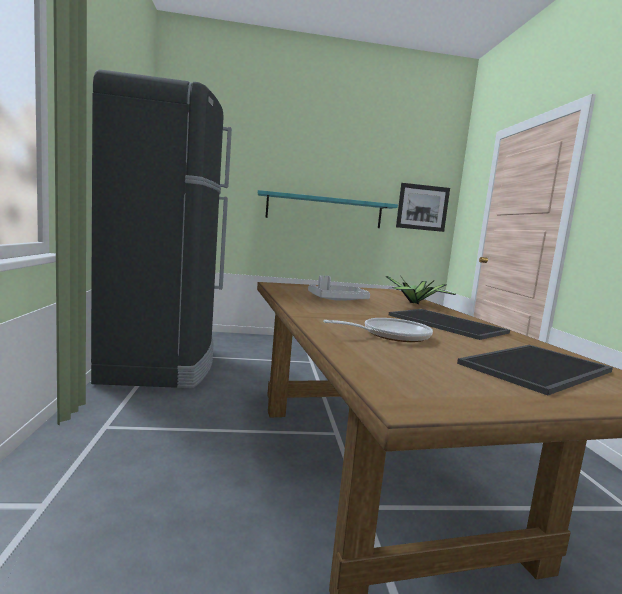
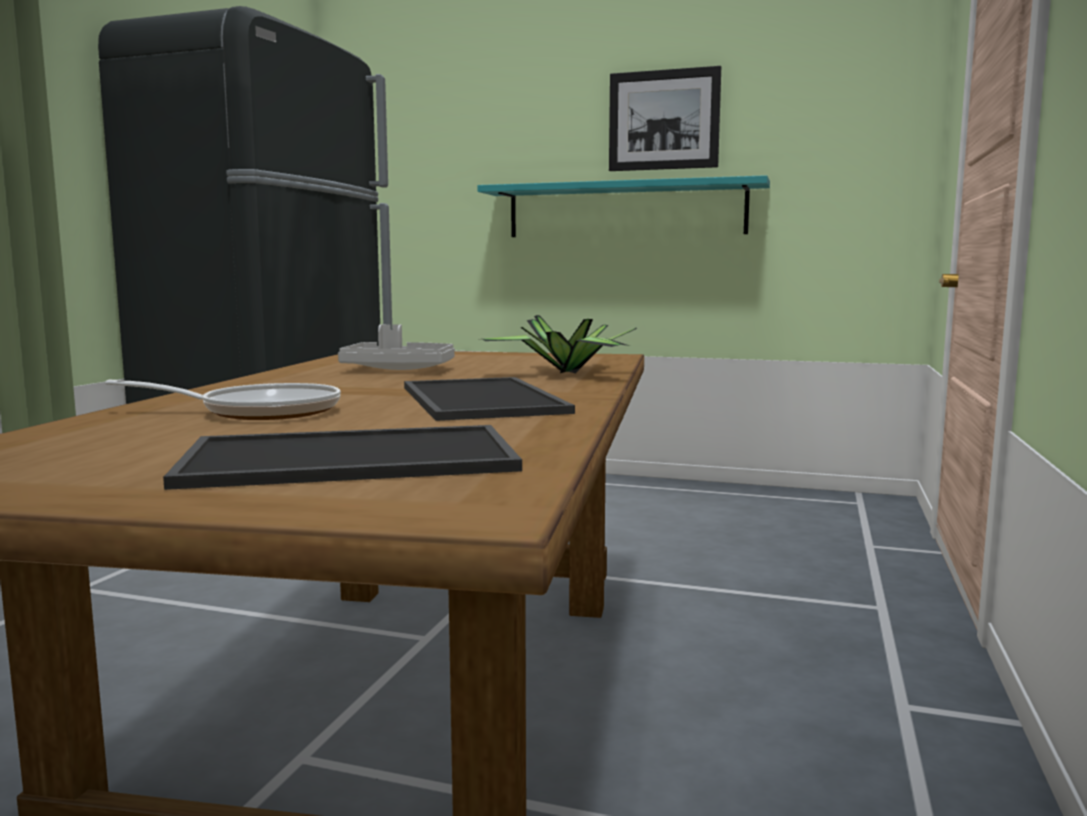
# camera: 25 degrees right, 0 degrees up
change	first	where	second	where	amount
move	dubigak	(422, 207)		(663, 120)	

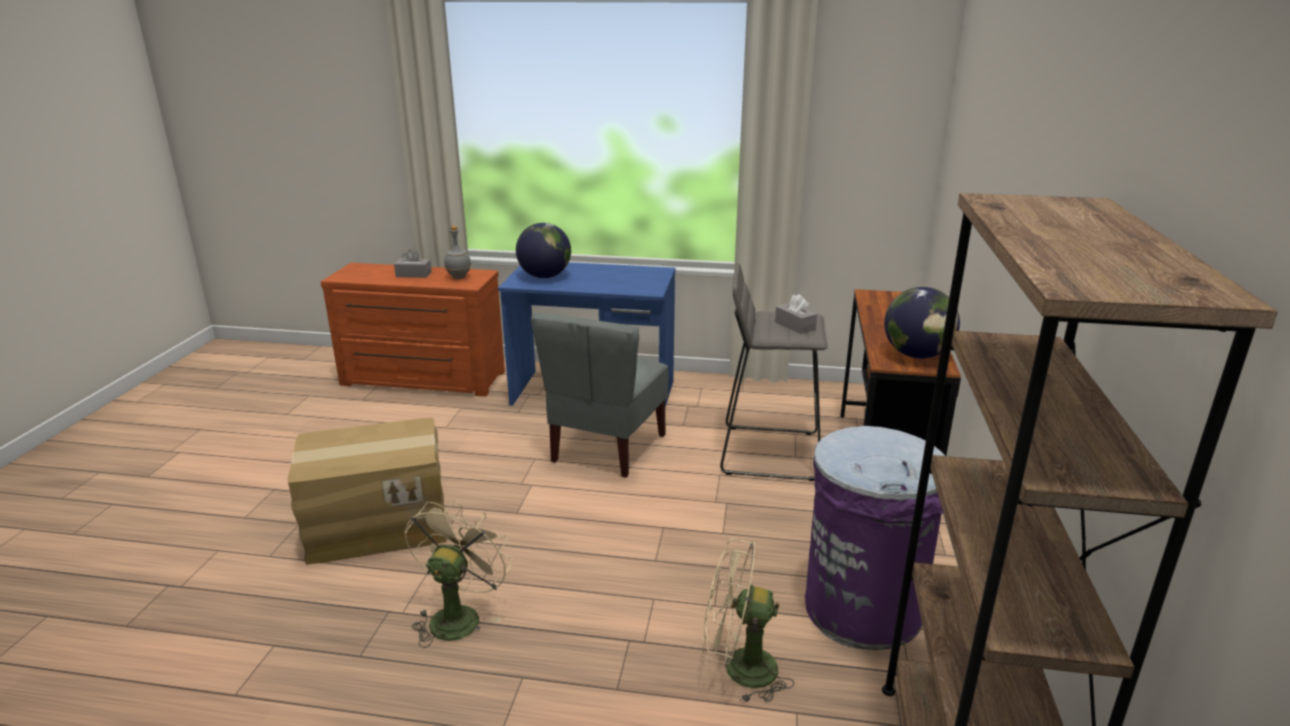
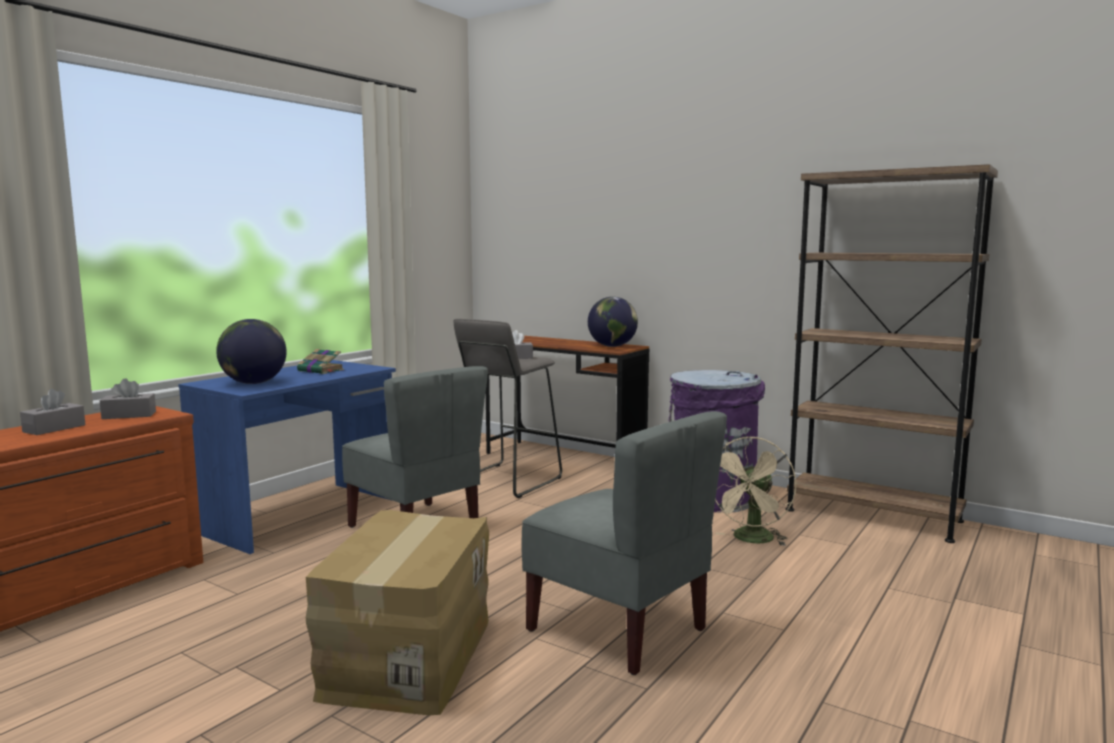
# camera: 65 degrees left, 15 degrees down
change	first	where	second	where	amount
insert			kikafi	(321, 370)	
replace	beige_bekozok	(458, 615)	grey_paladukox	(619, 629)	
replace	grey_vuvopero	(459, 277)	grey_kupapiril	(129, 415)	

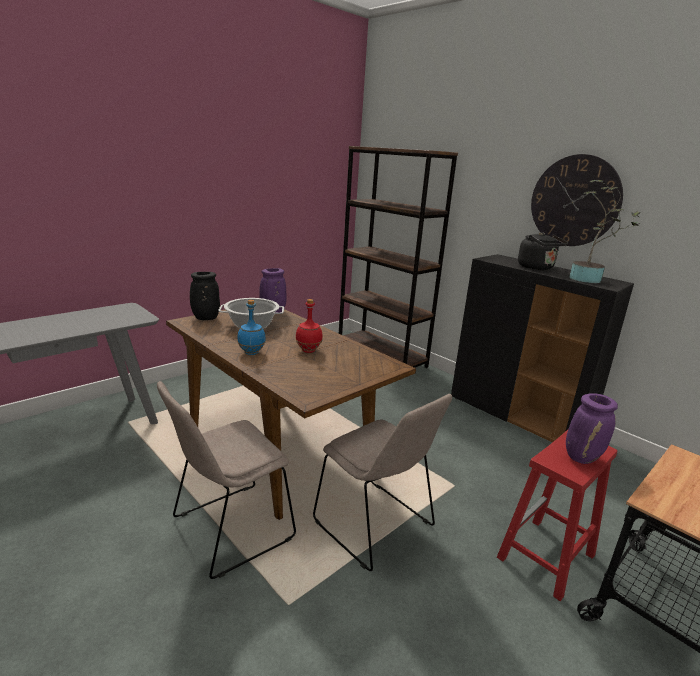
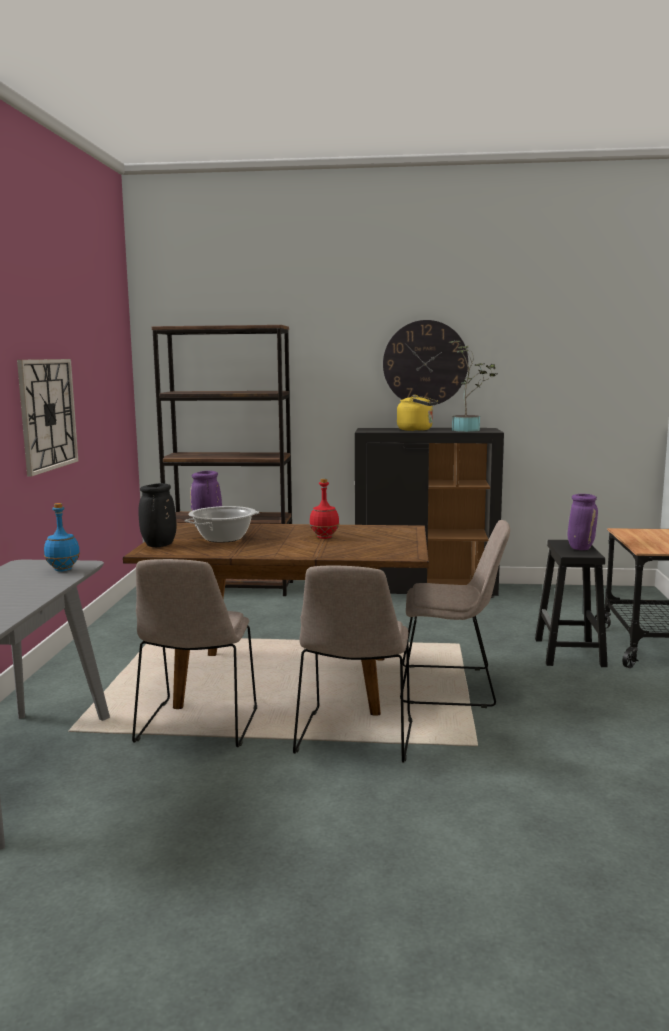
# camera: 40 degrees left, 10 degrees down
change	first	where	second	where	amount
insert			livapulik	(47, 414)	
insert			beige_paladukox	(197, 727)	
move	blue_vuvopero	(252, 353)		(63, 570)	
recolor	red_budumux	(546, 557)	black_budumux	(570, 653)	
recolor	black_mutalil	(537, 268)	yellow_mutalil	(417, 430)	

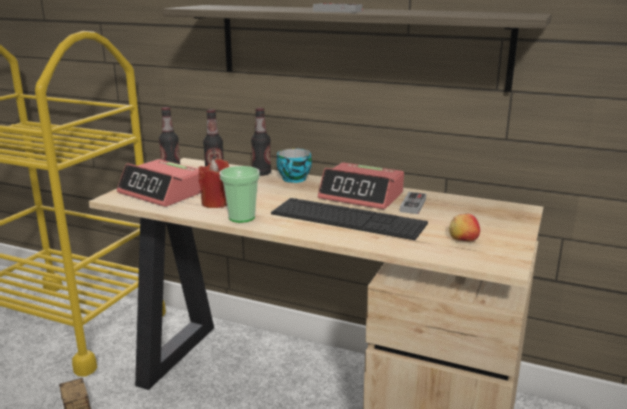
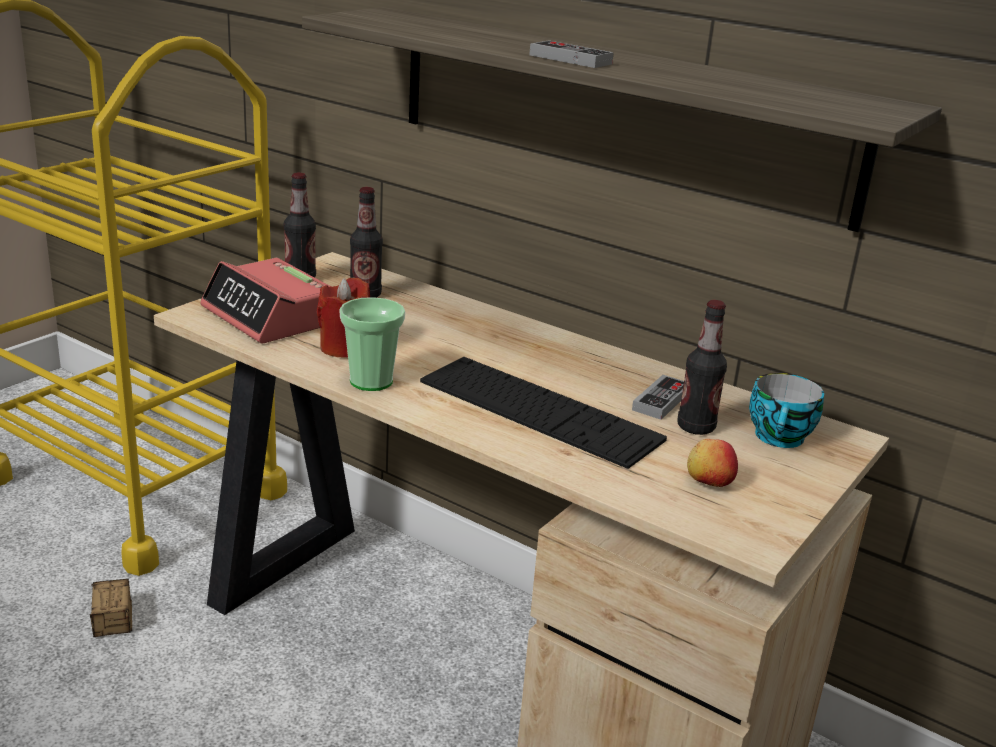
# camera: 10 degrees right, 5 degrees up
change	first	where	second	where	amount
delete	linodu	(361, 196)			
move	vuvopero	(261, 173)		(695, 427)	
move	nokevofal	(295, 179)		(781, 438)	

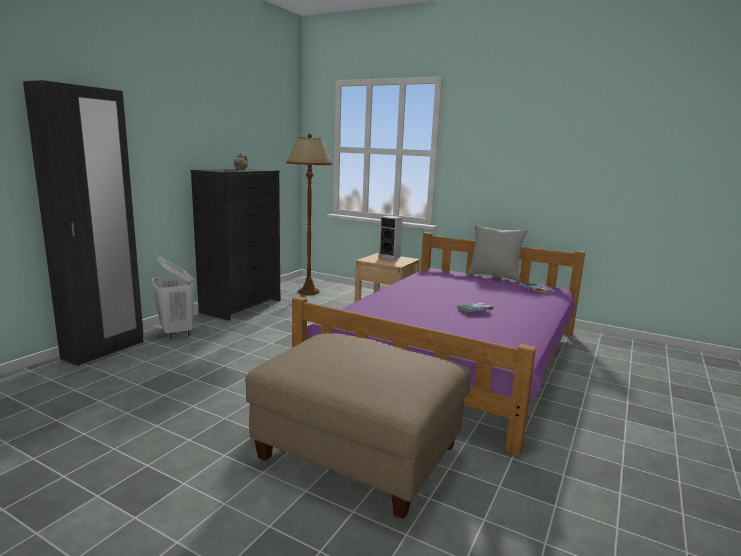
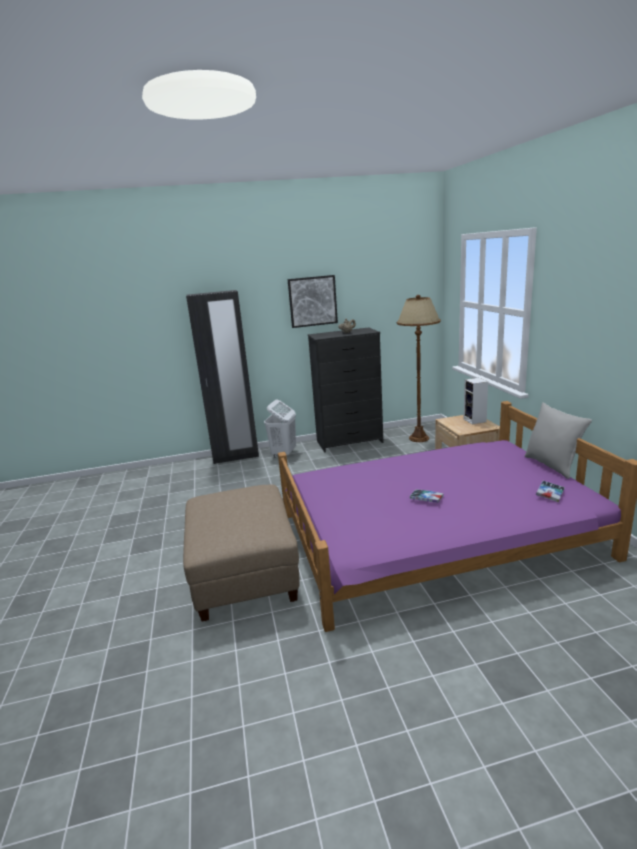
# camera: 50 degrees right, 5 degrees up
change	first	where	second	where	amount
insert			dubigak	(312, 301)	

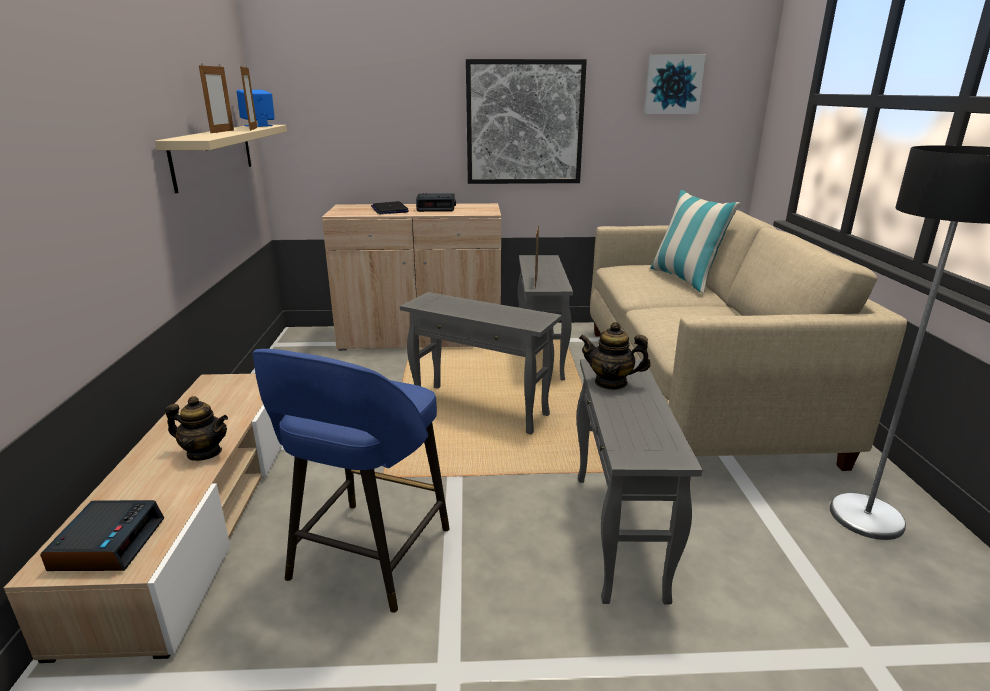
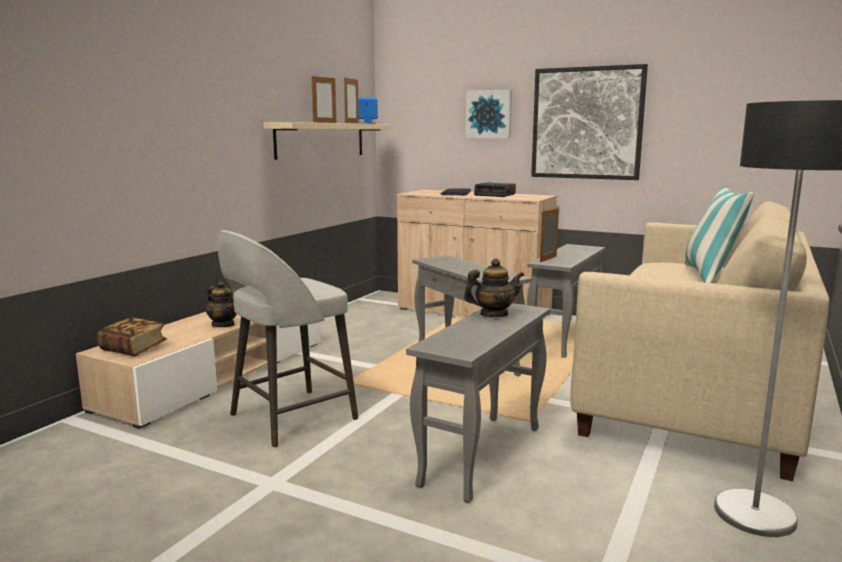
# camera: 30 degrees right, 10 degrees down
change	first	where	second	where	amount
move	dubigak	(673, 84)		(489, 114)	
replace	linodu	(108, 544)	kikafi	(133, 349)	
recolor	blue_budumux	(368, 556)	grey_budumux	(289, 418)	
rotate	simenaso	(611, 382)		(493, 314)	120 degrees clockwise

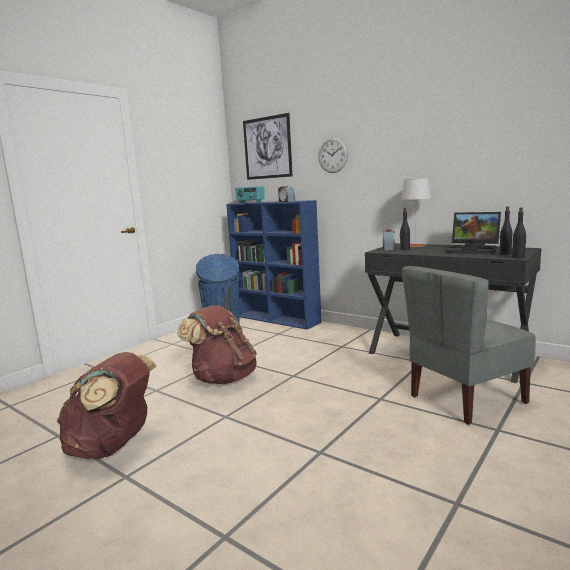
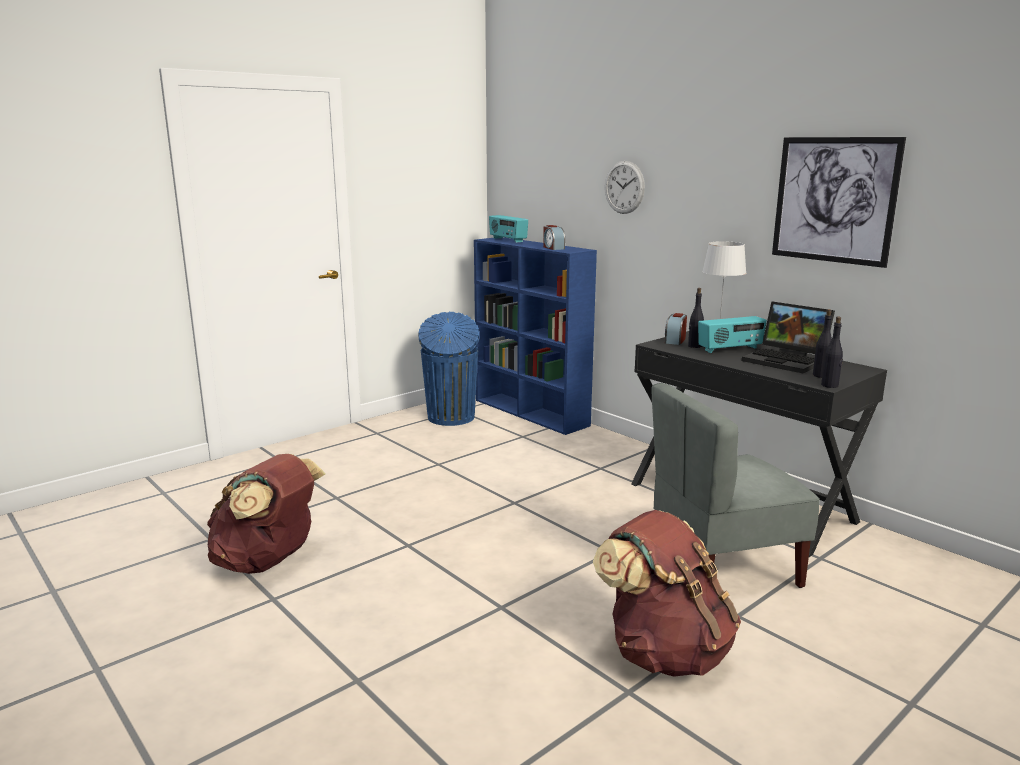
# camera: 10 degrees right, 5 degrees up
change	first	where	second	where	amount
insert			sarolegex	(730, 349)	
move	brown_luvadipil	(223, 378)		(664, 652)	
move	dubigak	(267, 148)		(834, 200)	

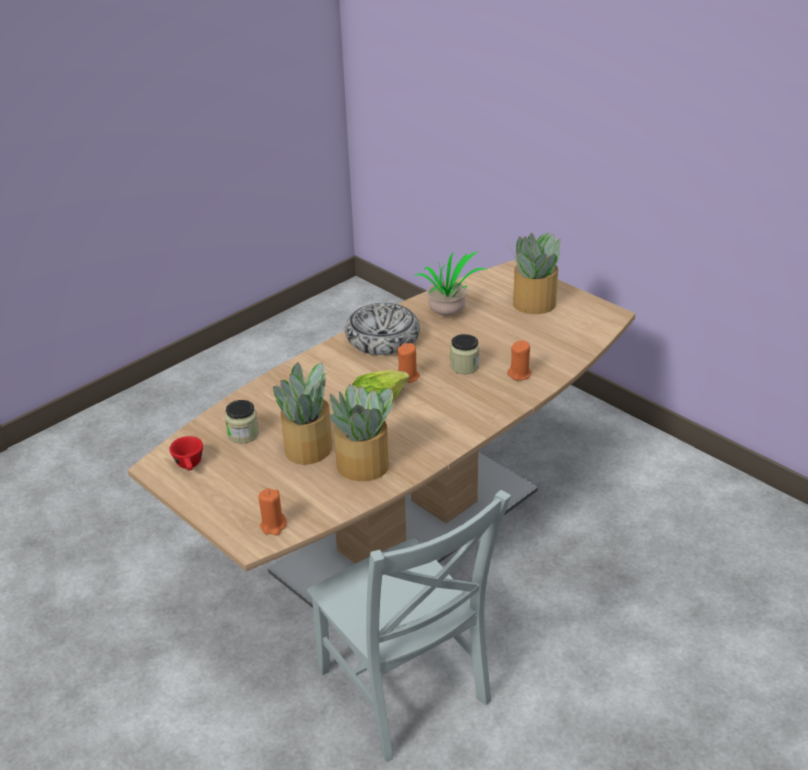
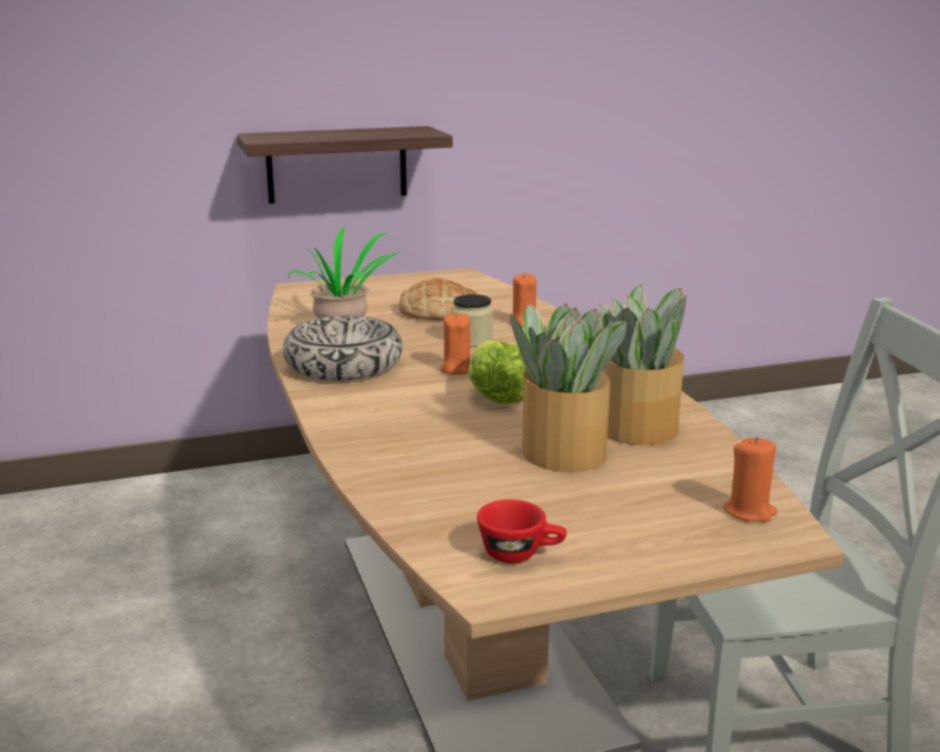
# camera: 65 degrees left, 15 degrees down
change	first	where	second	where	amount
delete	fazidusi	(243, 434)			
delete	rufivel	(533, 304)			
insert			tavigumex	(337, 164)	
insert			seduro	(438, 311)	

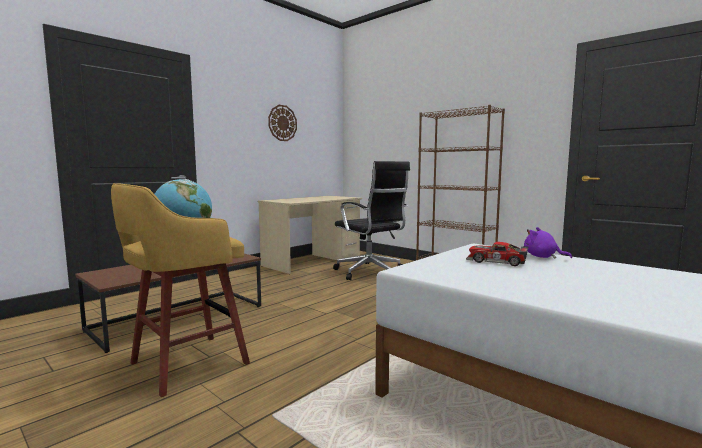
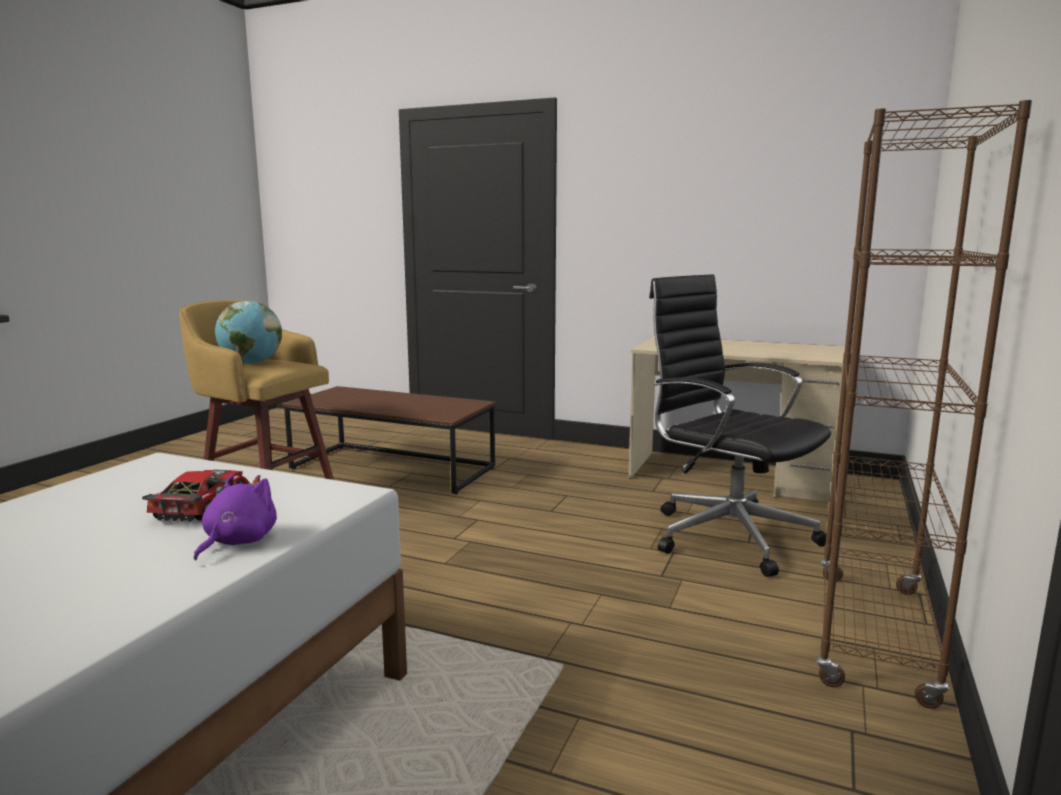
# camera: 70 degrees right, 5 degrees up
change	first	where	second	where	amount
delete	livapulik	(282, 123)			
rotate	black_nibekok	(370, 272)		(727, 535)	105 degrees clockwise

